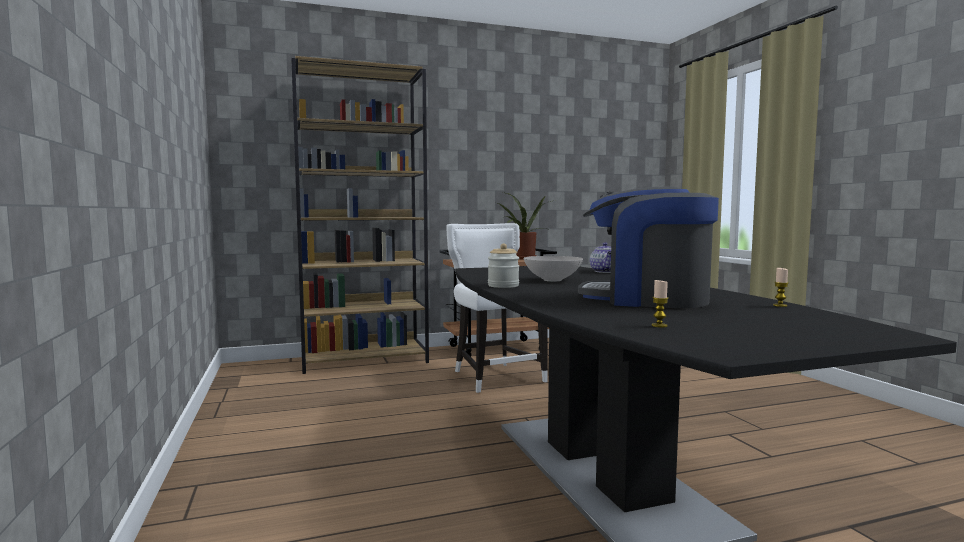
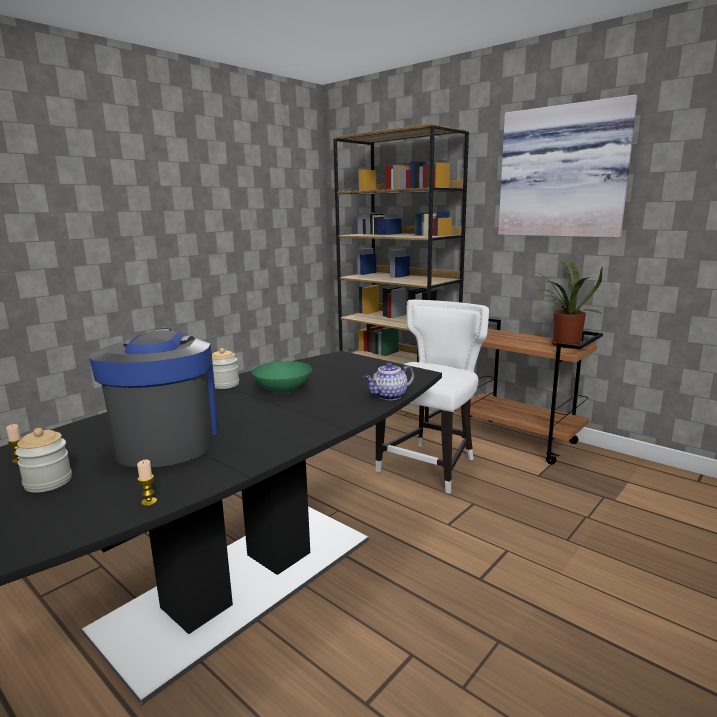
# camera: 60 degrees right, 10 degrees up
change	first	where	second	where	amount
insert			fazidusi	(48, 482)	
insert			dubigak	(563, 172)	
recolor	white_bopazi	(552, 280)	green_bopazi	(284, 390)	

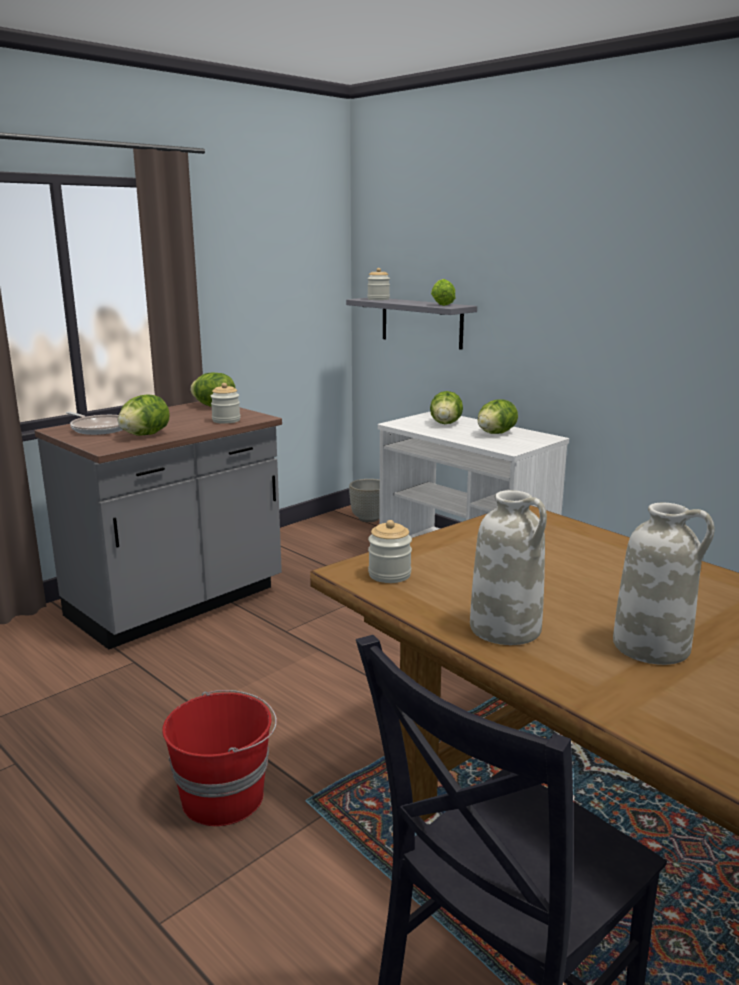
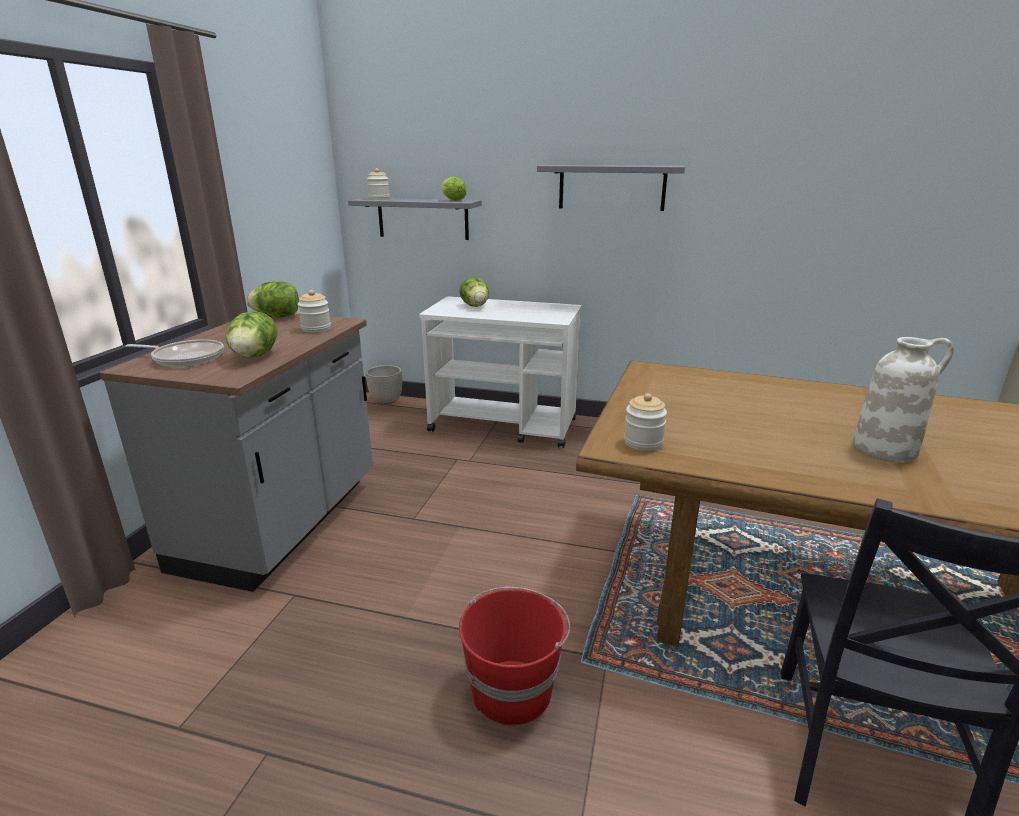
# camera: 30 degrees left, 5 degrees up
change	first	where	second	where	amount
delete	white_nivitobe	(506, 628)			
delete	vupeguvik	(495, 433)			
insert			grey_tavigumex	(611, 187)	

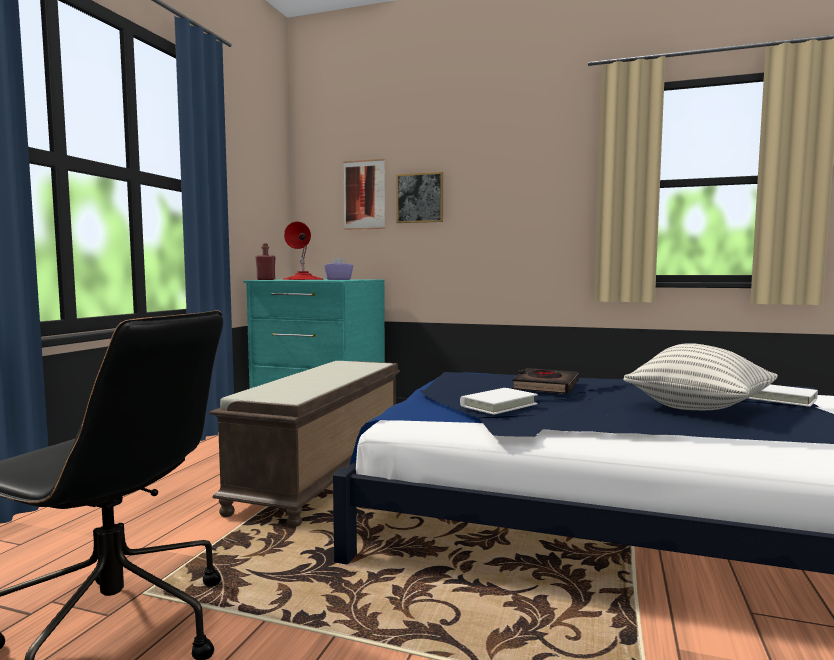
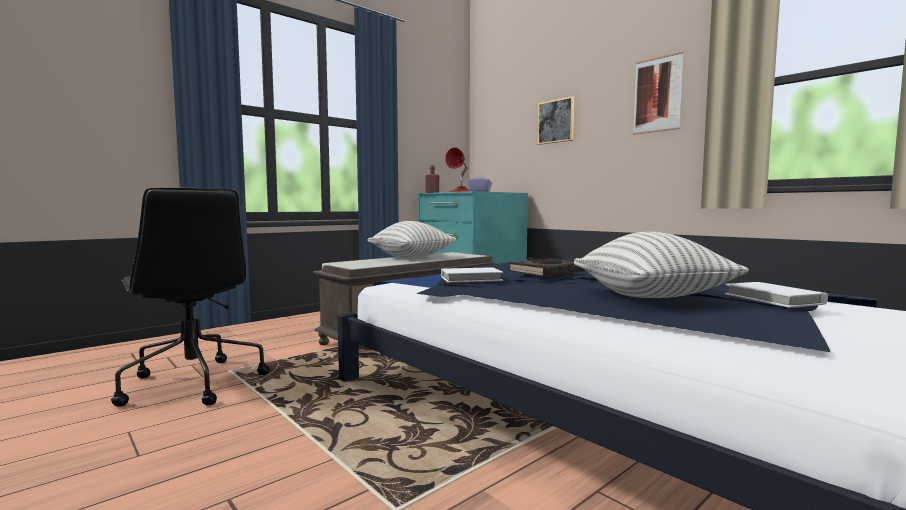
# camera: 30 degrees right, 0 degrees up
change	first	where	second	where	amount
insert			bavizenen	(412, 258)	
move	dubigak	(364, 195)		(657, 95)	

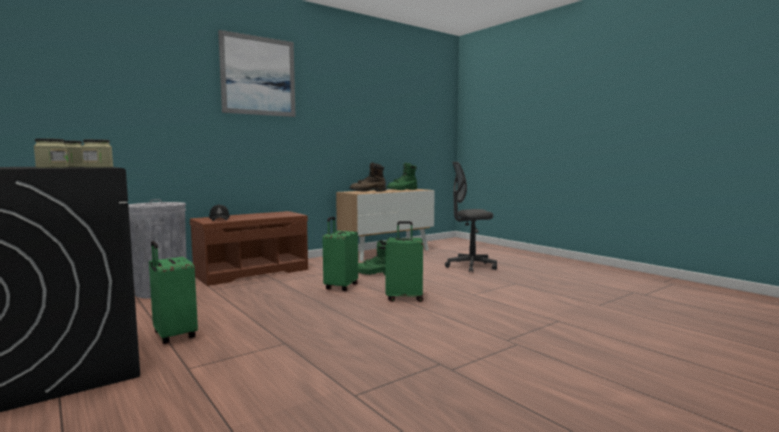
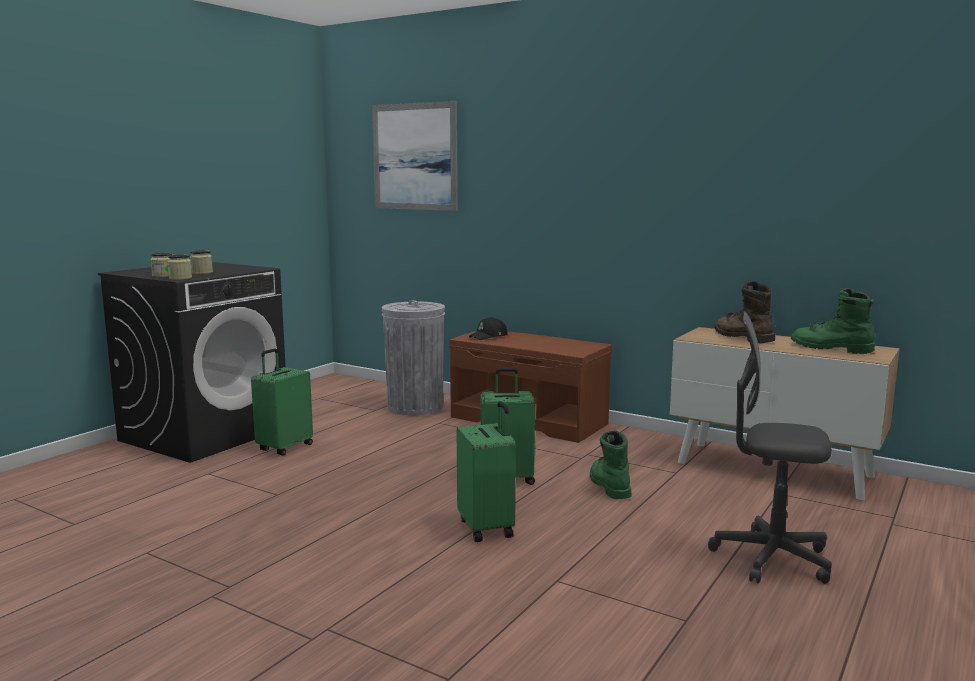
# camera: 70 degrees right, 5 degrees up
change	first	where	second	where	amount
move	dubigak	(258, 76)		(414, 157)	
rotate	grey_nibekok	(470, 266)		(771, 558)	45 degrees counterclockwise

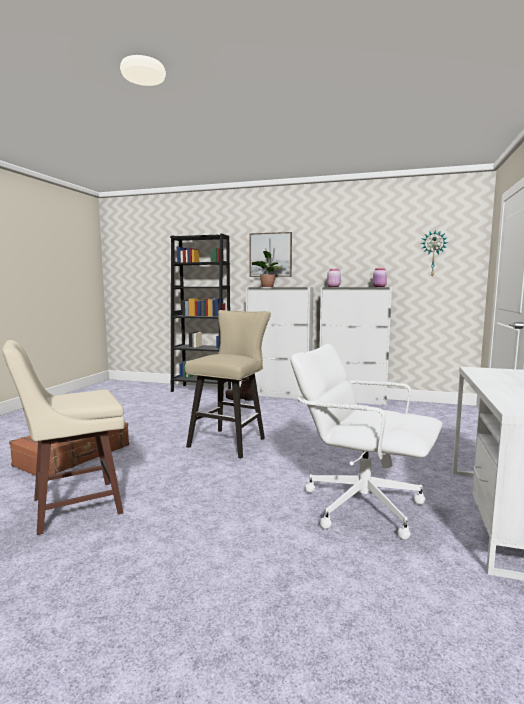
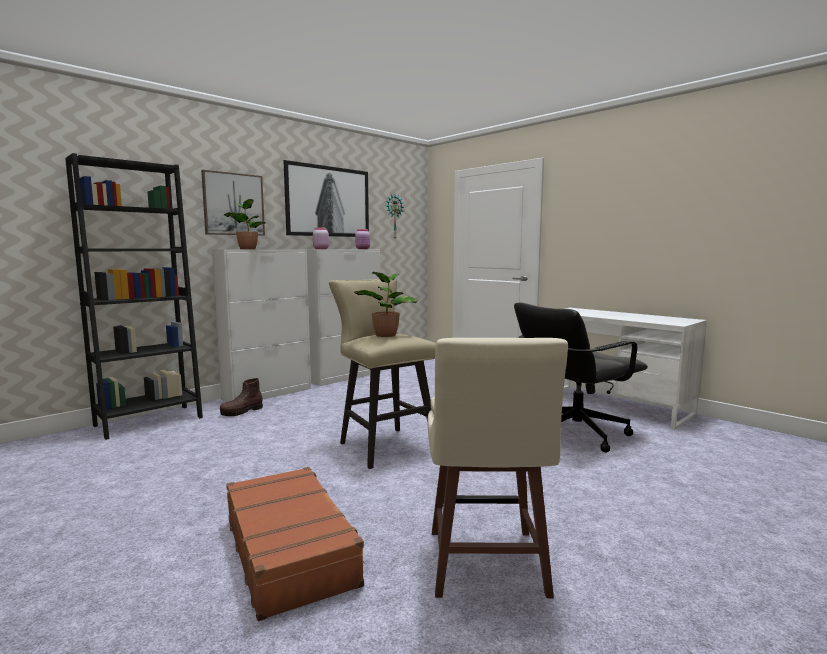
# camera: 60 degrees left, 0 degrees up
change	first	where	second	where	amount
insert			dubigak	(328, 201)	
insert			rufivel	(386, 335)	
recolor	white_nibekok	(361, 505)	black_nibekok	(574, 433)	

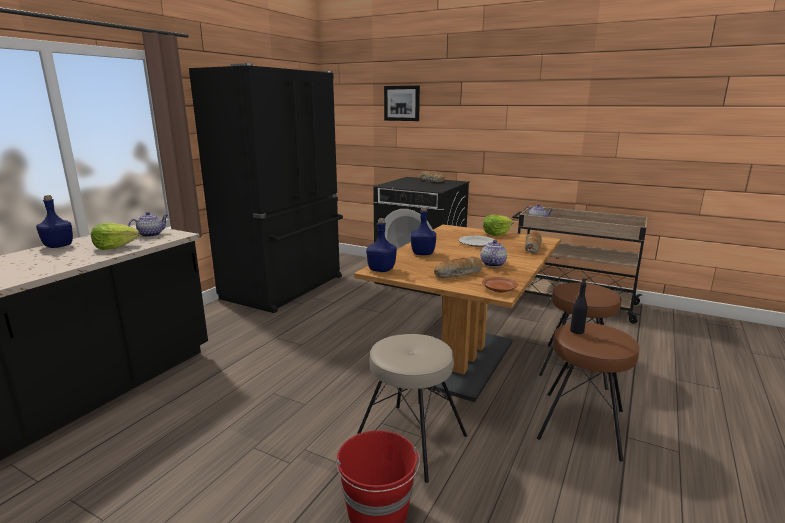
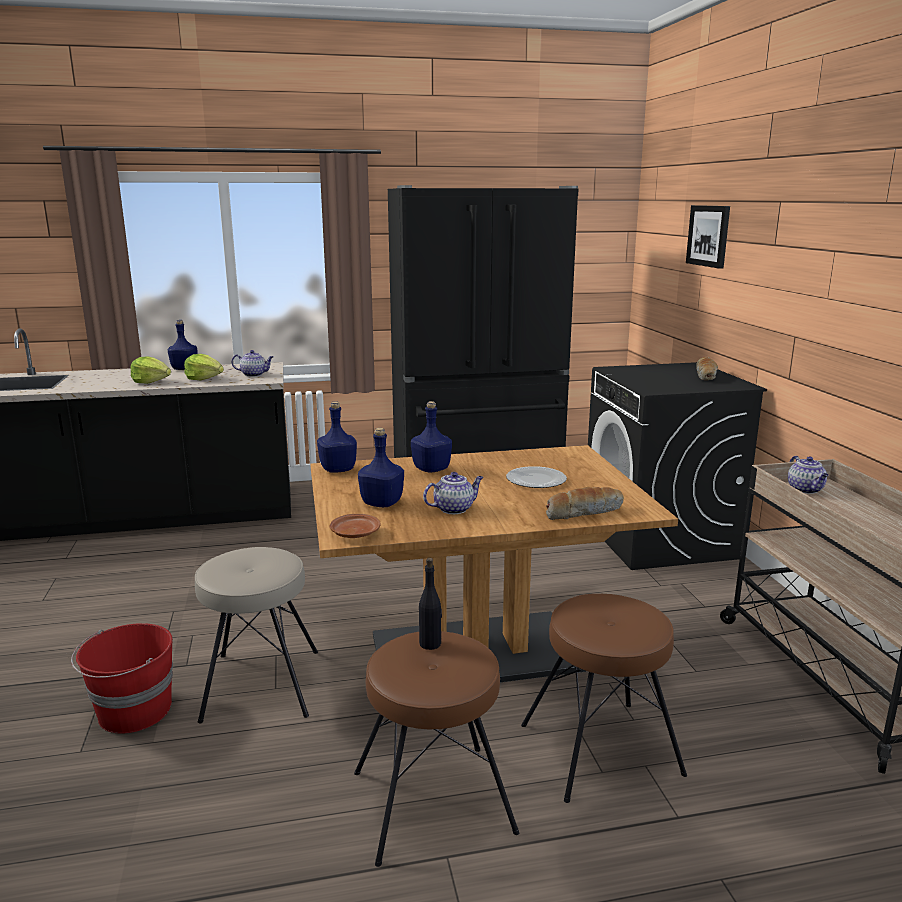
# camera: 50 degrees right, 0 degrees up
change	first	where	second	where	amount
move	vupeguvik	(496, 234)		(151, 382)	
replace	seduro	(459, 274)	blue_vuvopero	(381, 503)	

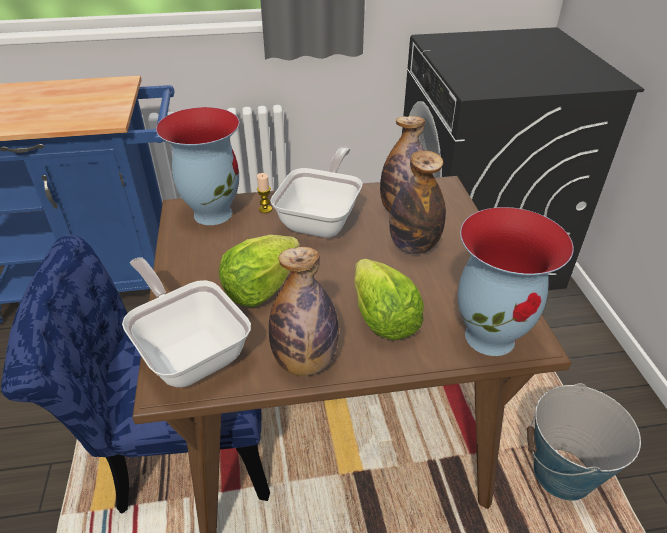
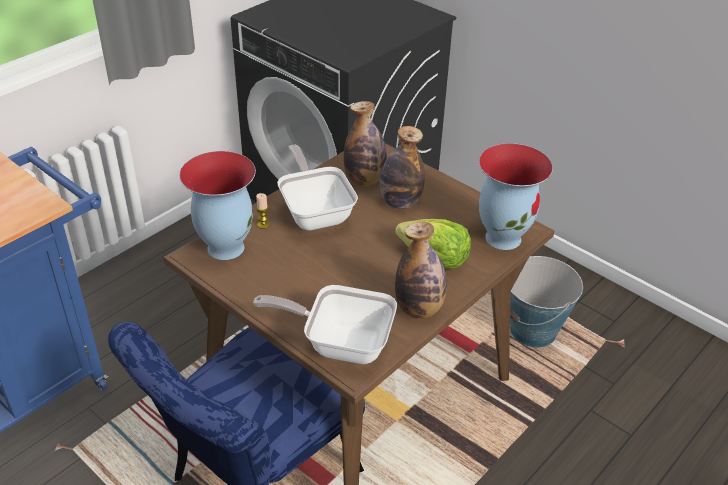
# camera: 40 degrees left, 0 degrees up
change	first	where	second	where	amount
delete	vupeguvik	(261, 288)			

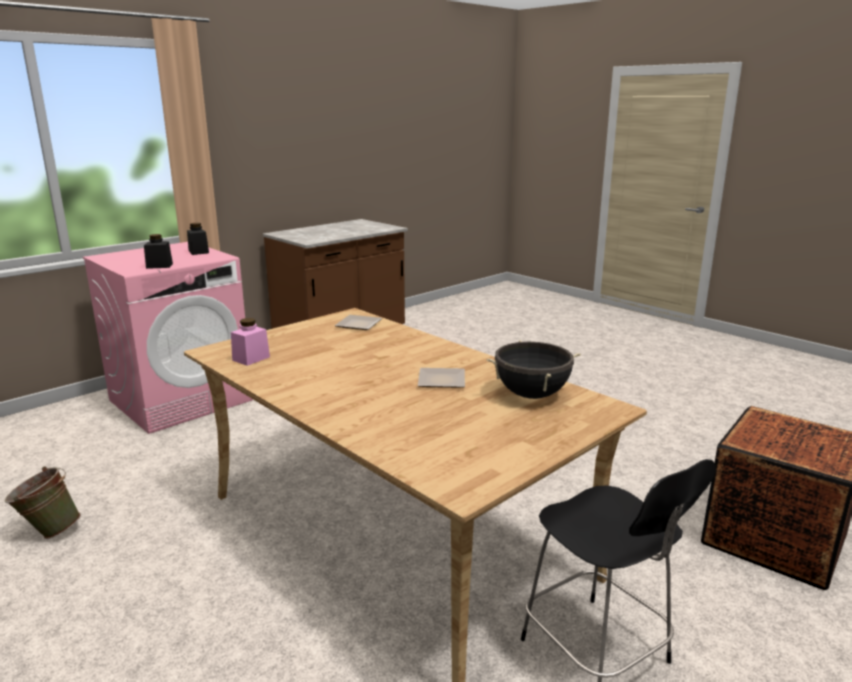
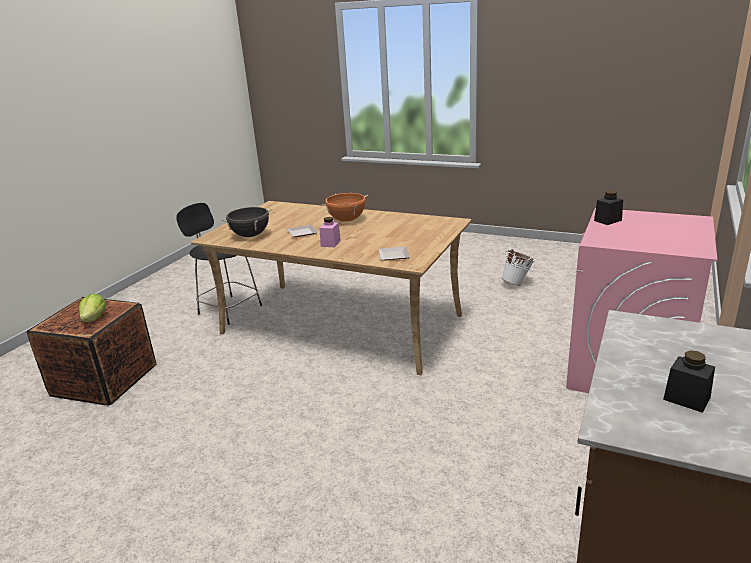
# camera: 160 degrees right, 5 degrees up
change	first	where	second	where	amount
insert			vupeguvik	(95, 318)	
insert			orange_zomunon	(347, 220)	
move	black_fazidusi	(198, 252)		(686, 398)	
move	pink_fazidusi	(251, 358)		(330, 243)	
recolor	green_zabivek	(49, 531)	white_zabivek	(517, 283)	

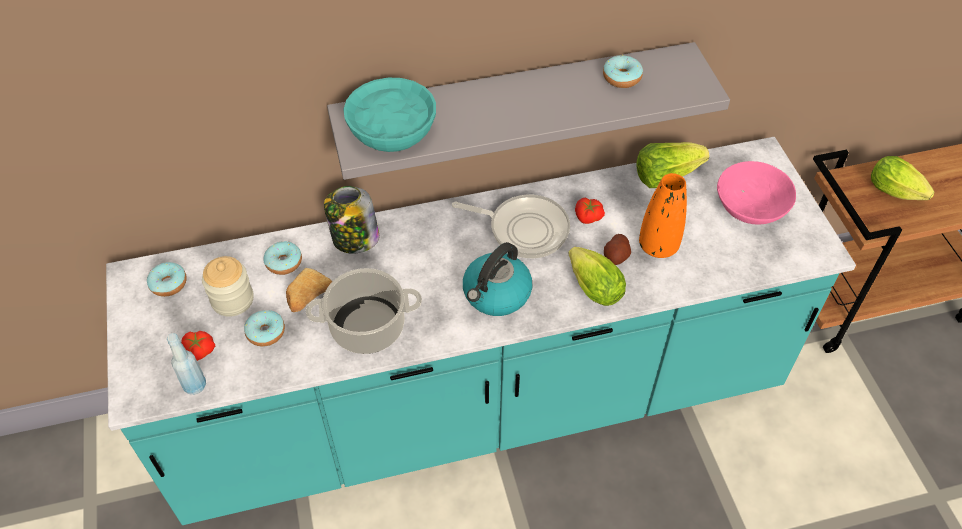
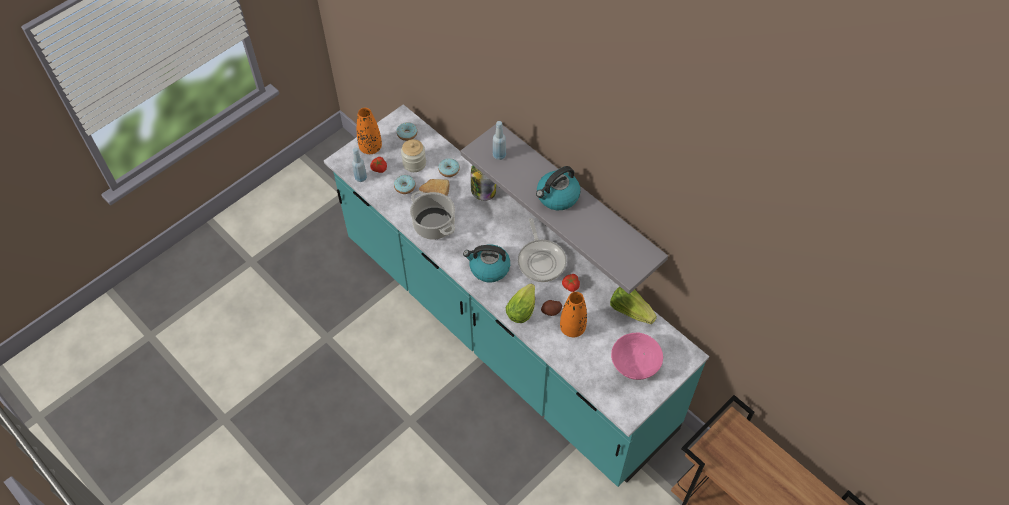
# camera: 60 degrees right, 5 degrees up
change	first	where	second	where	amount
delete	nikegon	(621, 77)			
delete	vupeguvik	(897, 193)			
insert			orange_nivitobe	(370, 148)	
insert			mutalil	(557, 197)	
replace	turquoise_bopazi	(392, 130)	blue_vuvopero	(499, 155)	

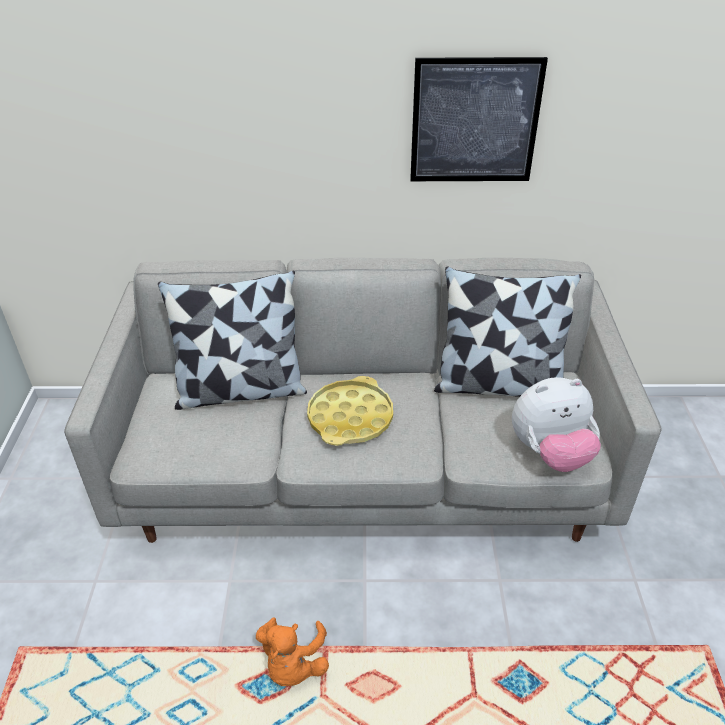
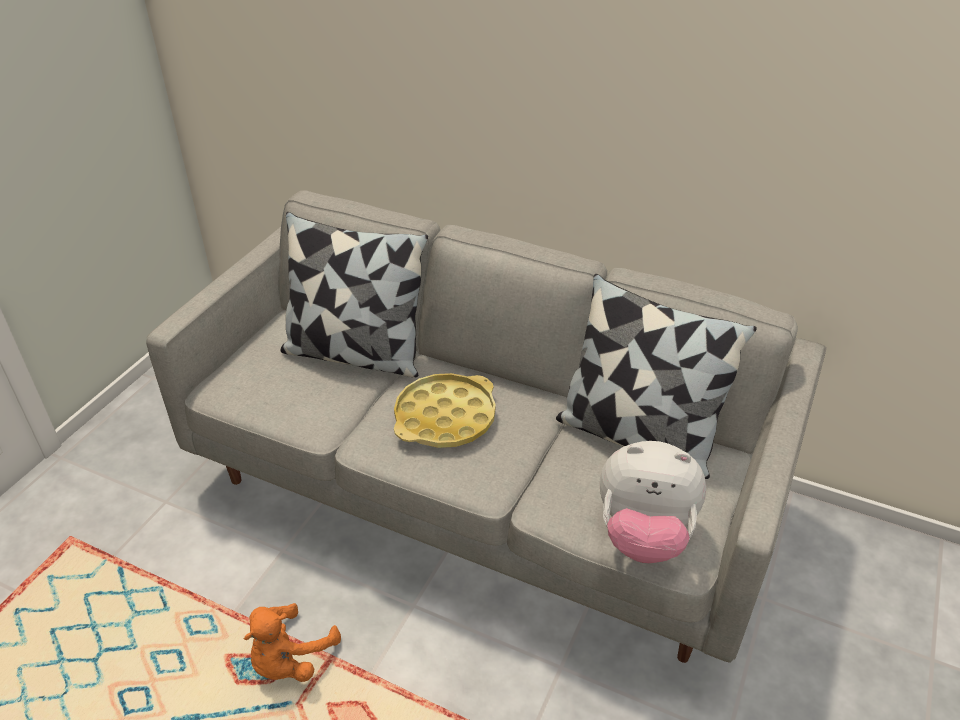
# camera: 25 degrees right, 0 degrees up
change	first	where	second	where	amount
delete	dubigak	(475, 121)			

